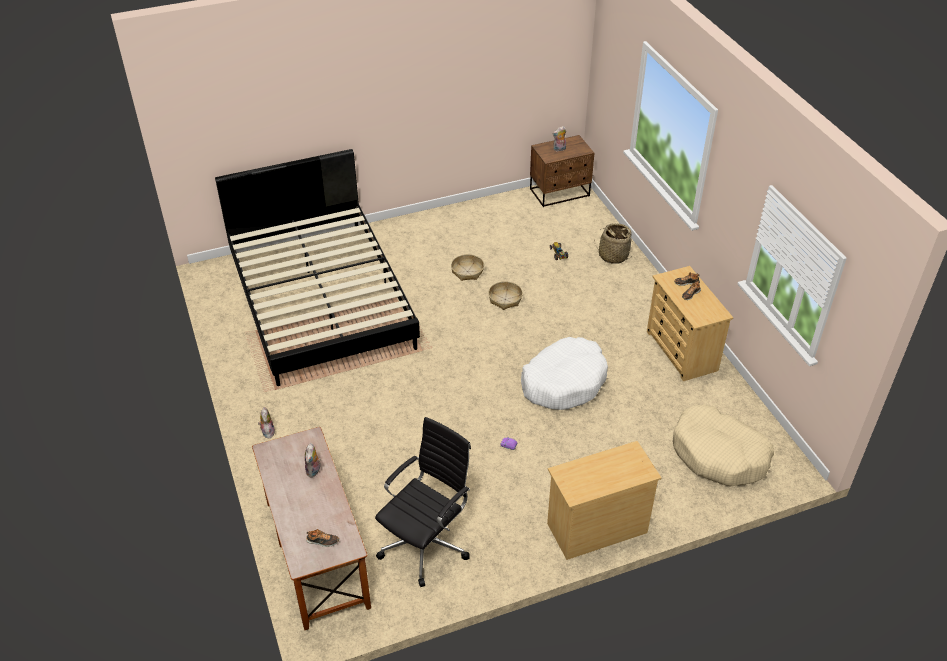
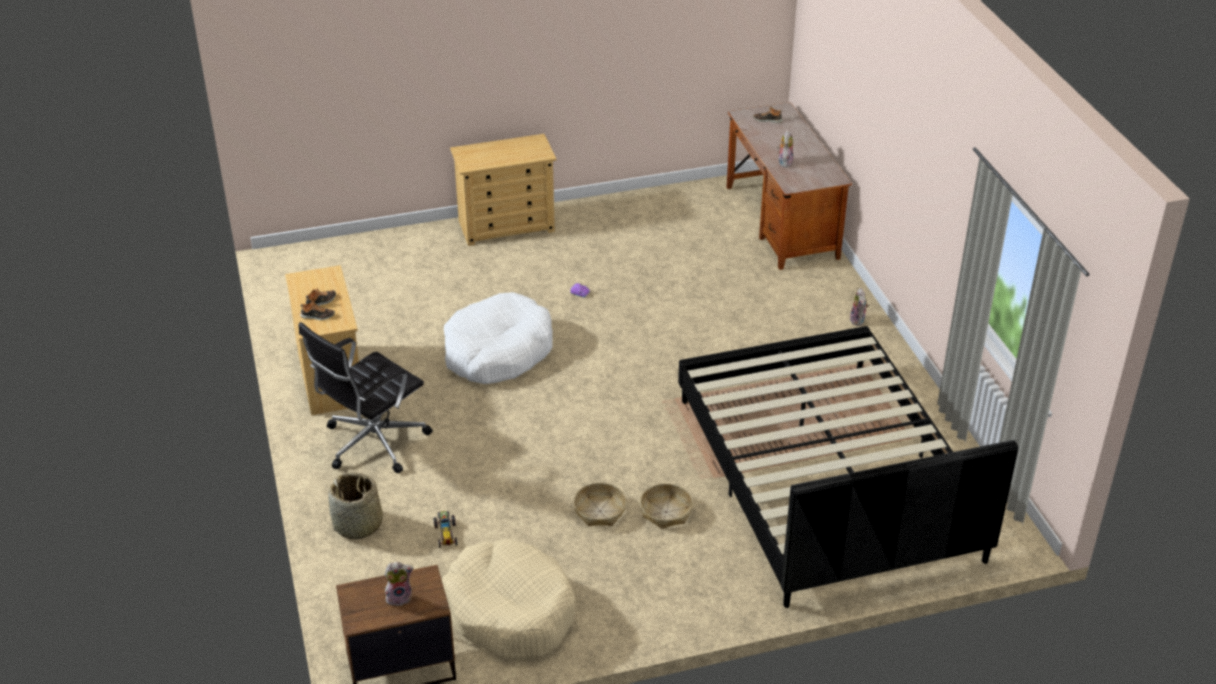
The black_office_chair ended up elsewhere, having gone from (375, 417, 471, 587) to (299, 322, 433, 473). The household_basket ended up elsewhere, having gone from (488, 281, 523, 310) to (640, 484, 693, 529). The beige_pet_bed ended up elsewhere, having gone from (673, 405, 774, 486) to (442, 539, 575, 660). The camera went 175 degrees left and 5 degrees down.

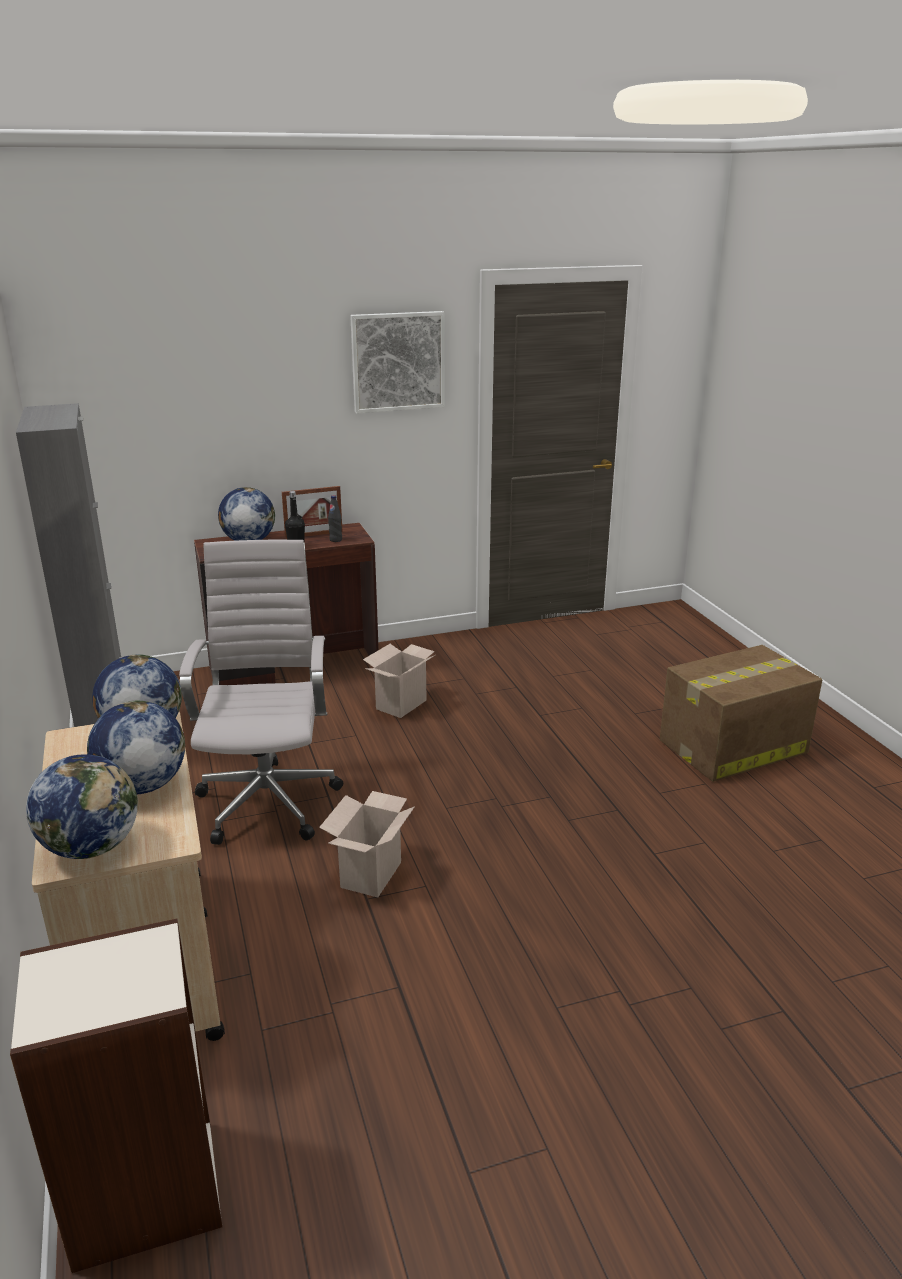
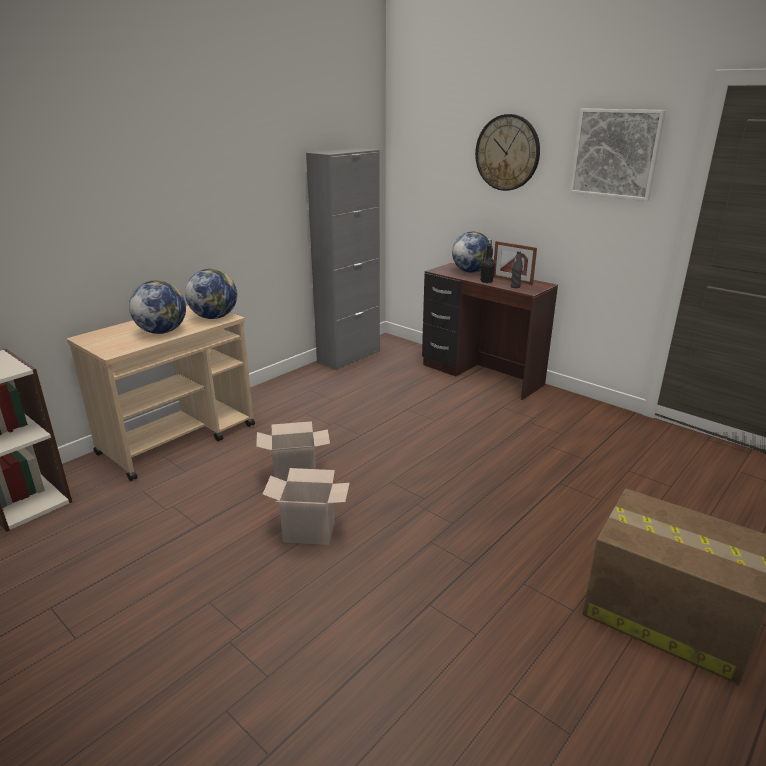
The second view lost the desk_globe at (26, 754, 138, 859). The second view lost the white_office_chair at (179, 540, 343, 845). The second view gained the hanging_clock at (475, 114, 540, 191). The cardboard_box ended up elsewhere, having gone from (363, 644, 435, 718) to (262, 468, 350, 545). The camera went 60 degrees right and 0 degrees up.

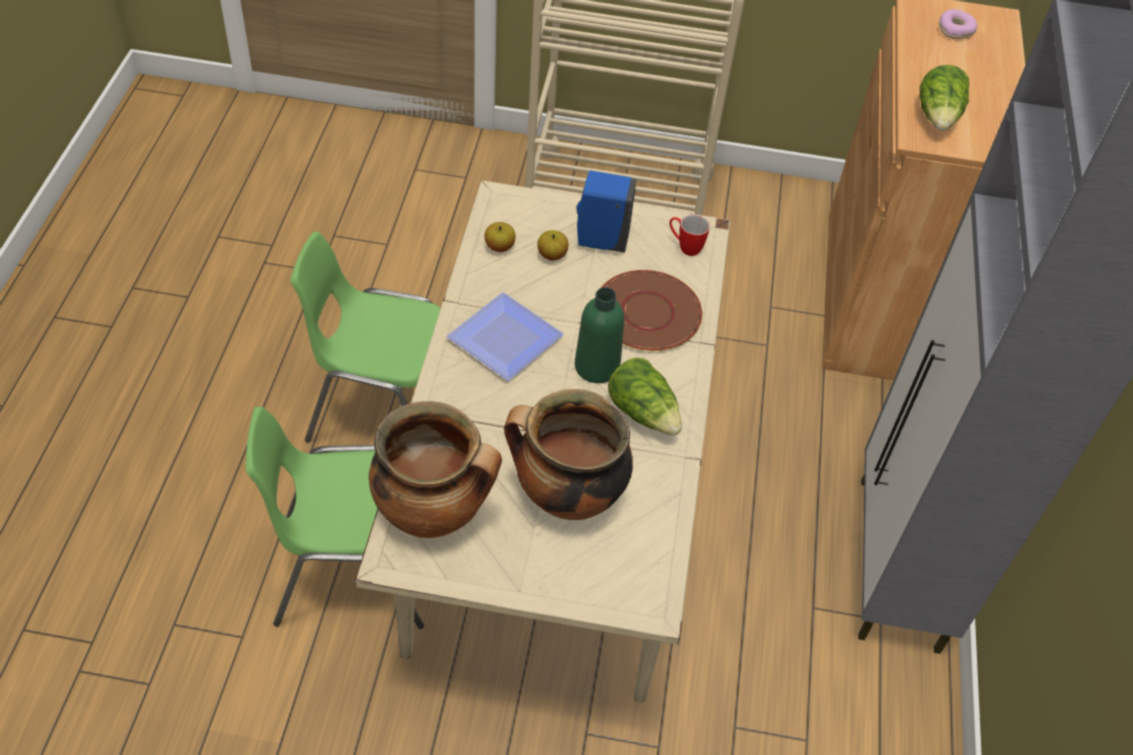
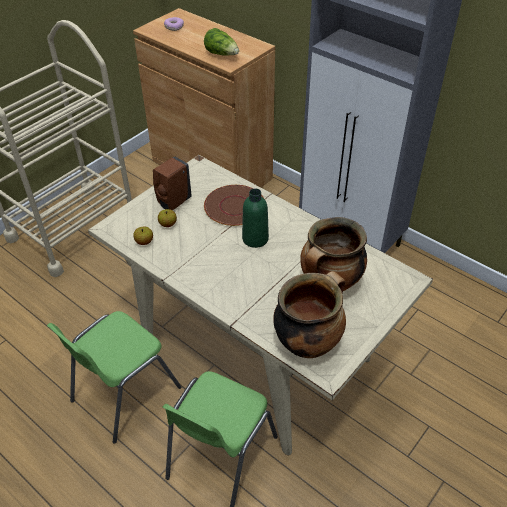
The second view lost the flat_dish at (447, 292, 564, 380). The second view lost the lettuce at (608, 358, 682, 436). The second view lost the mug at (669, 214, 710, 256). What was the blue-coloured_soap_bottle at (576, 170, 637, 253) turned into the brown_soap_bottle at (153, 156, 192, 210). The camera went 55 degrees left and 5 degrees down.

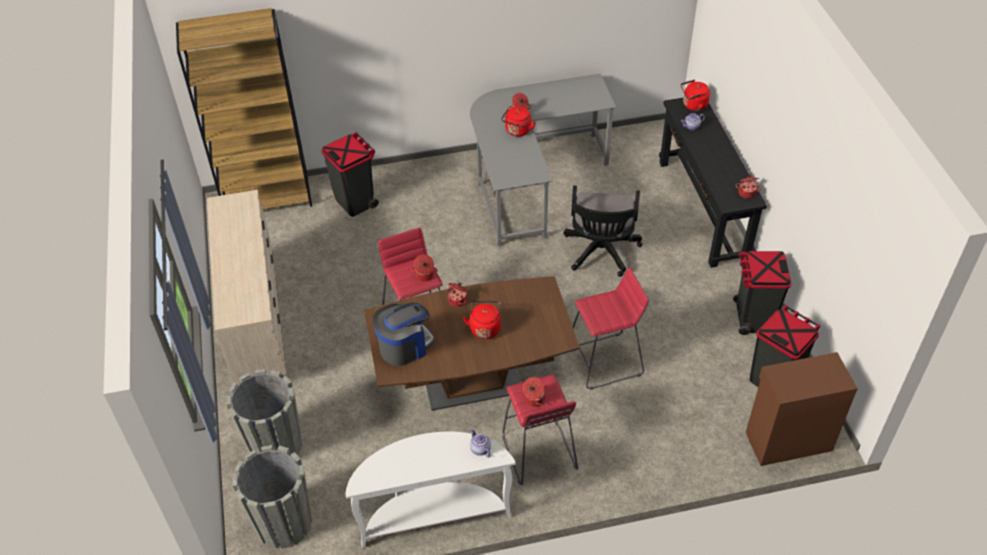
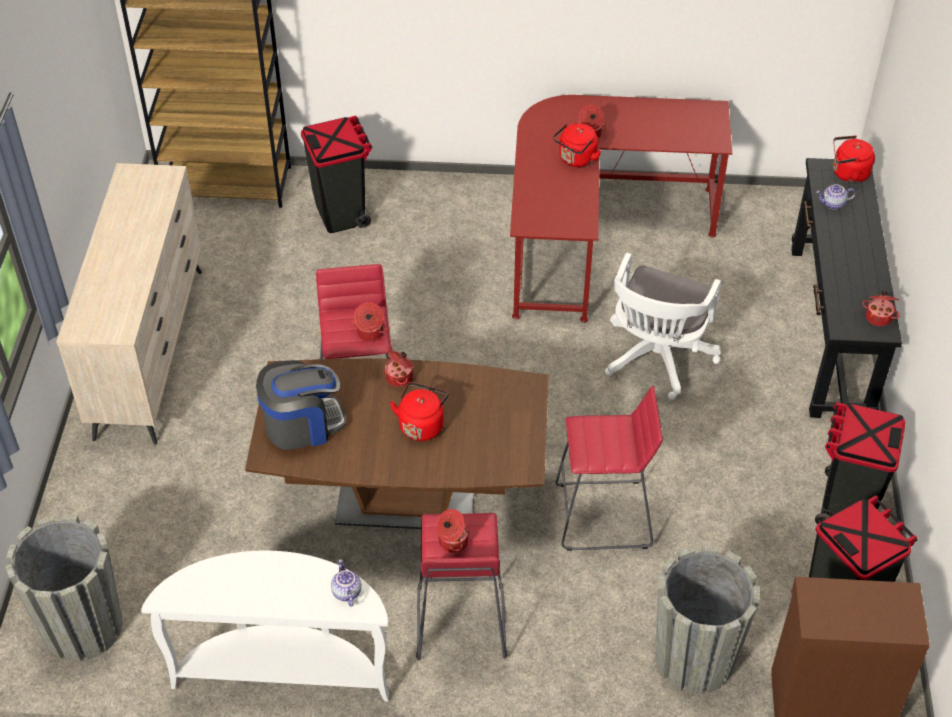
The grey_flower_pot ended up elsewhere, having gone from (226, 369, 302, 455) to (655, 545, 760, 694). What was the grey_desk_unit at (470, 74, 616, 247) turned into the red-coloured_desk_unit at (510, 95, 732, 323). What was the black_office_chair at (563, 186, 642, 277) turned into the white_office_chair at (605, 253, 721, 400). The camera went 15 degrees right and 0 degrees up.

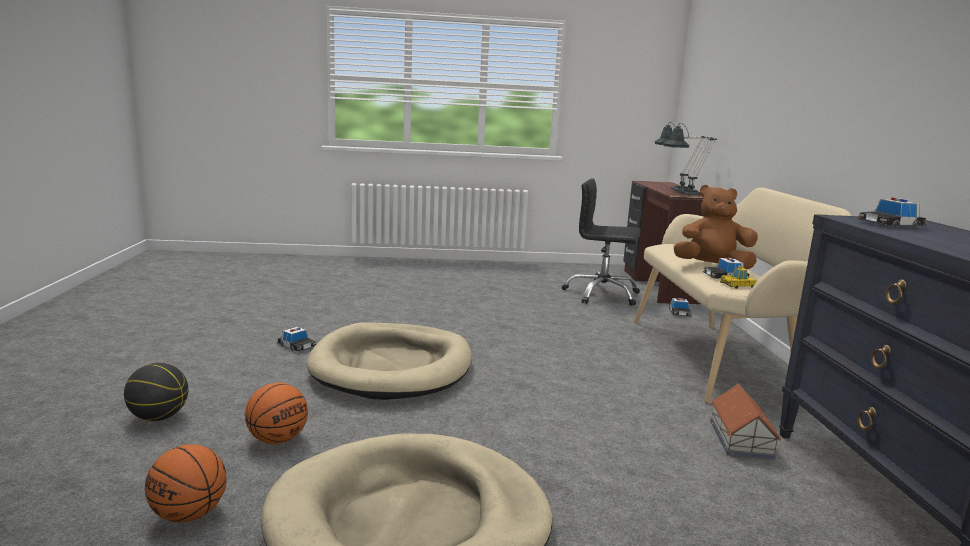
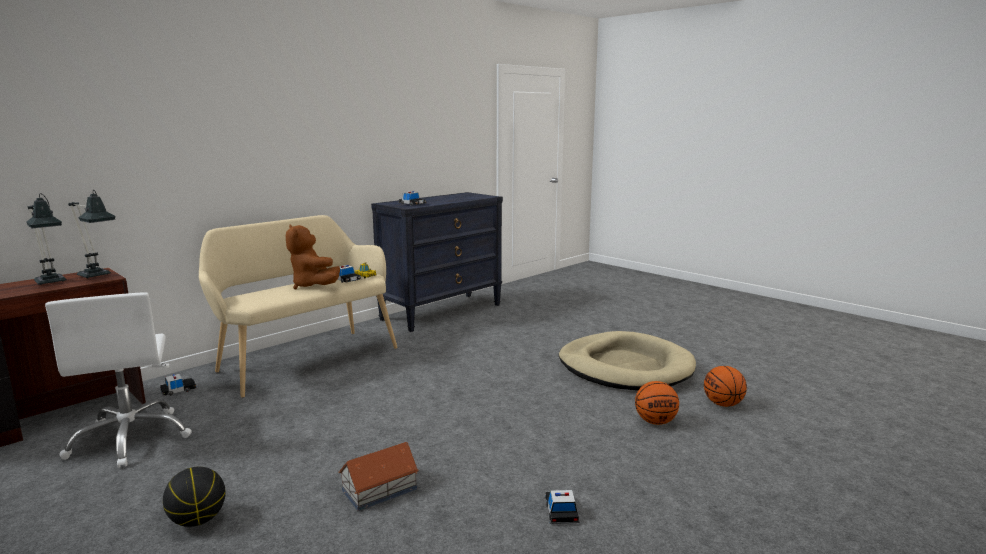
The second view lost the beige_pet_bed at (307, 322, 472, 400). The basketball ended up elsewhere, having gone from (124, 363, 188, 421) to (163, 467, 226, 527). The toy_house ended up elsewhere, having gone from (710, 384, 781, 460) to (338, 442, 419, 511). What was the black_office_chair at (562, 178, 641, 306) turned into the white_office_chair at (45, 292, 192, 468). The camera went 130 degrees left and 0 degrees up.

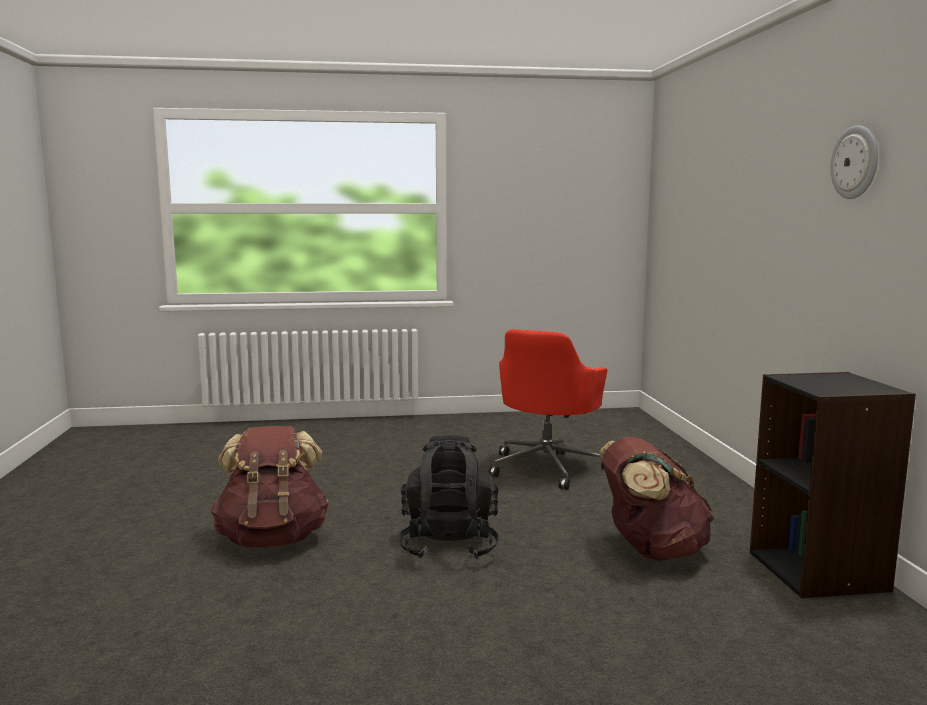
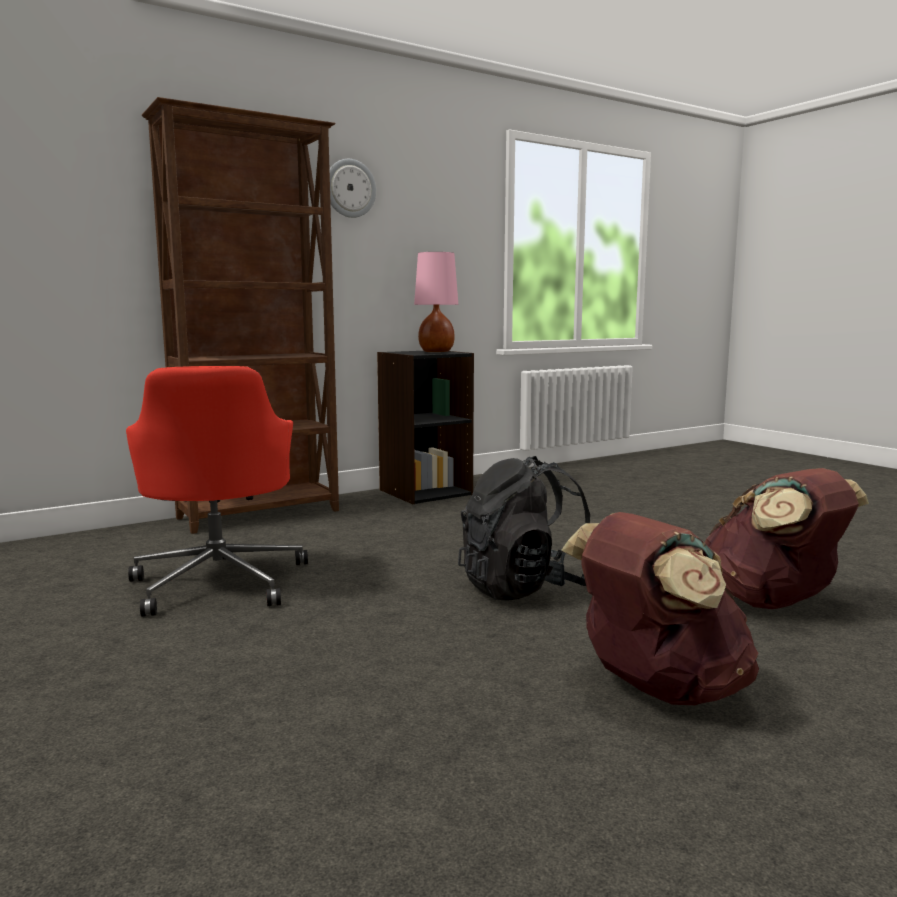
The second view gained the brown_bookshelf at (142, 97, 339, 534). The second view gained the pinkish_lamp_for_a_table at (414, 252, 458, 352). The brown_knapsack ended up elsewhere, having gone from (599, 437, 714, 561) to (705, 468, 869, 609). The red-coloured_office_chair at (488, 329, 608, 490) ended up facing another way, 75 degrees clockwise from before. The camera went 115 degrees left and 0 degrees up.

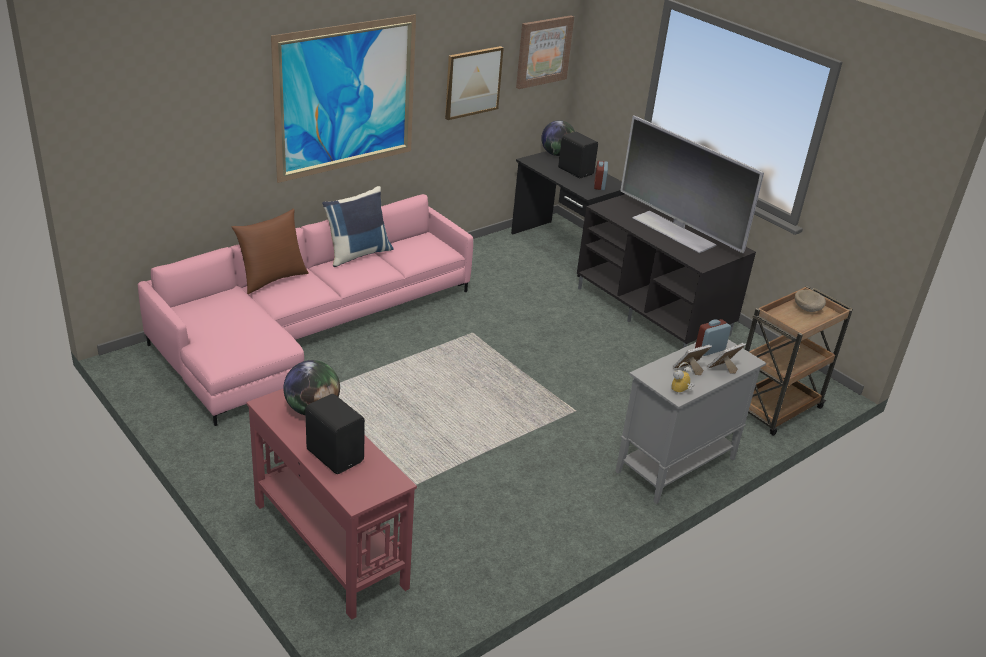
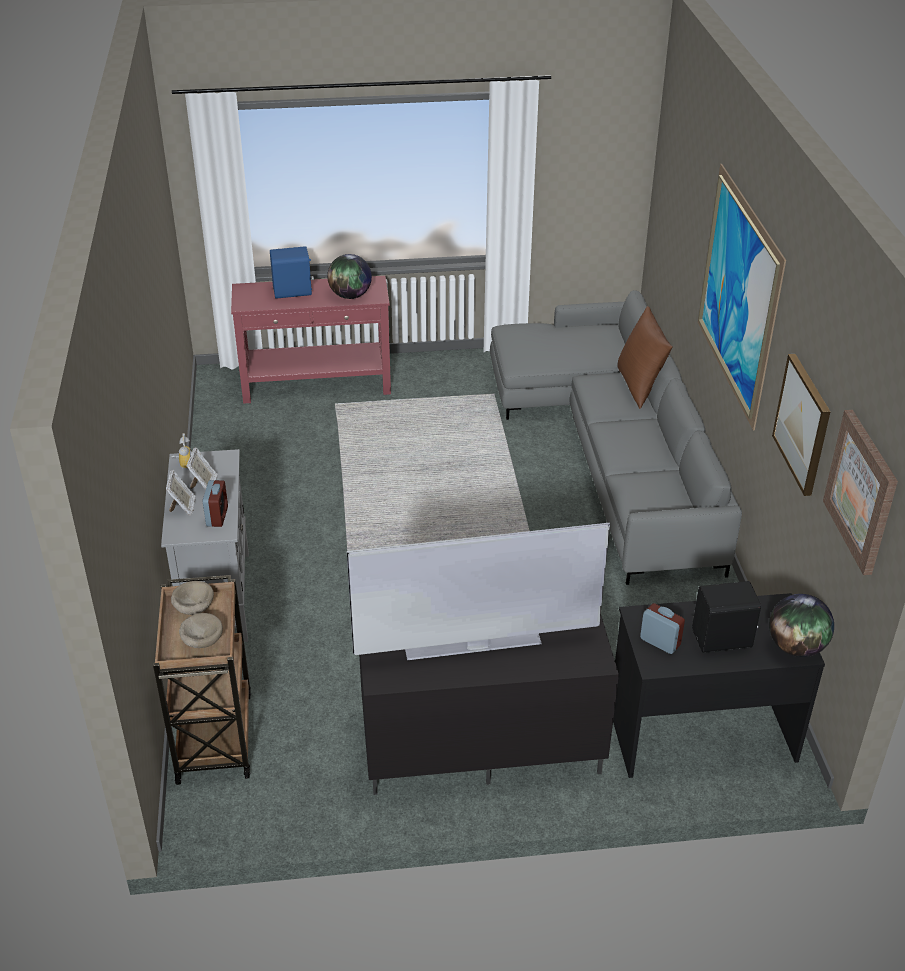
The second view lost the blue-coloured_cushion at (322, 186, 394, 267). The second view gained the beige_bowl at (171, 581, 214, 615). What was the pinkish_settee at (138, 194, 473, 426) turned into the grey_settee at (490, 290, 742, 585). What was the black_speaker at (305, 394, 365, 474) turned into the blue-coloured_speaker at (270, 246, 314, 299). The camera went 125 degrees right and 5 degrees up.

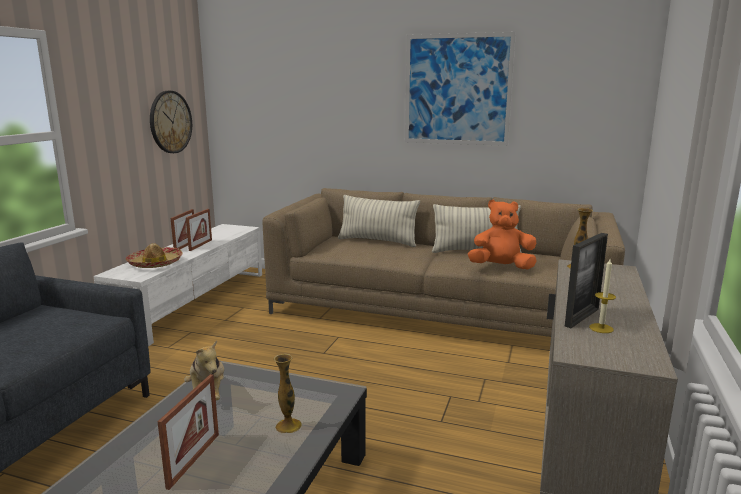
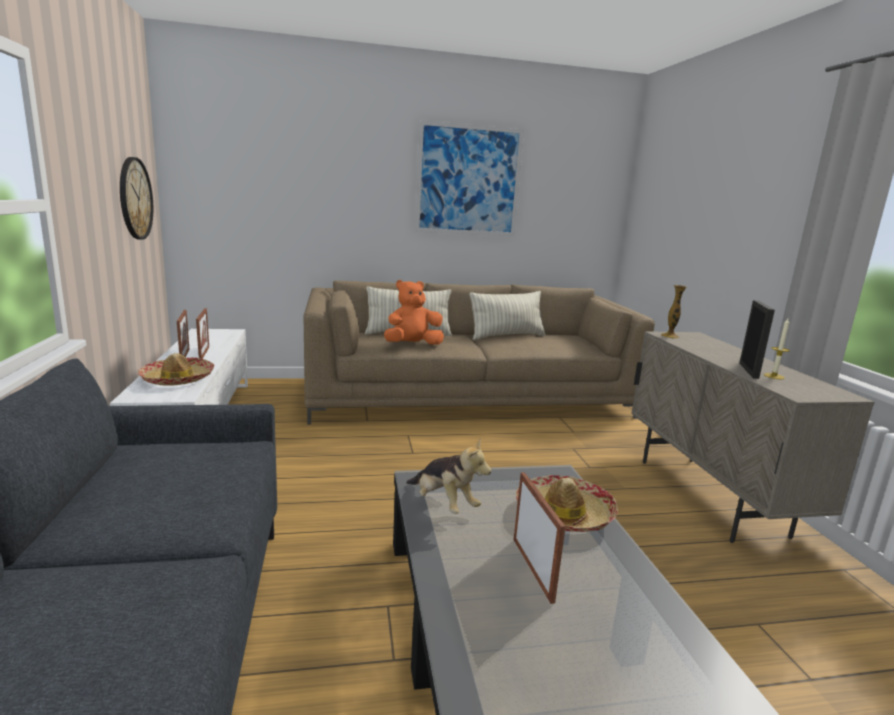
The orangey_soft_toy ended up elsewhere, having gone from (468, 200, 537, 270) to (384, 280, 444, 345). Where the flower_vase stood at (274, 354, 302, 433), the wearable_hat came to stand at (516, 475, 618, 532). The camera went 30 degrees left and 0 degrees up.

